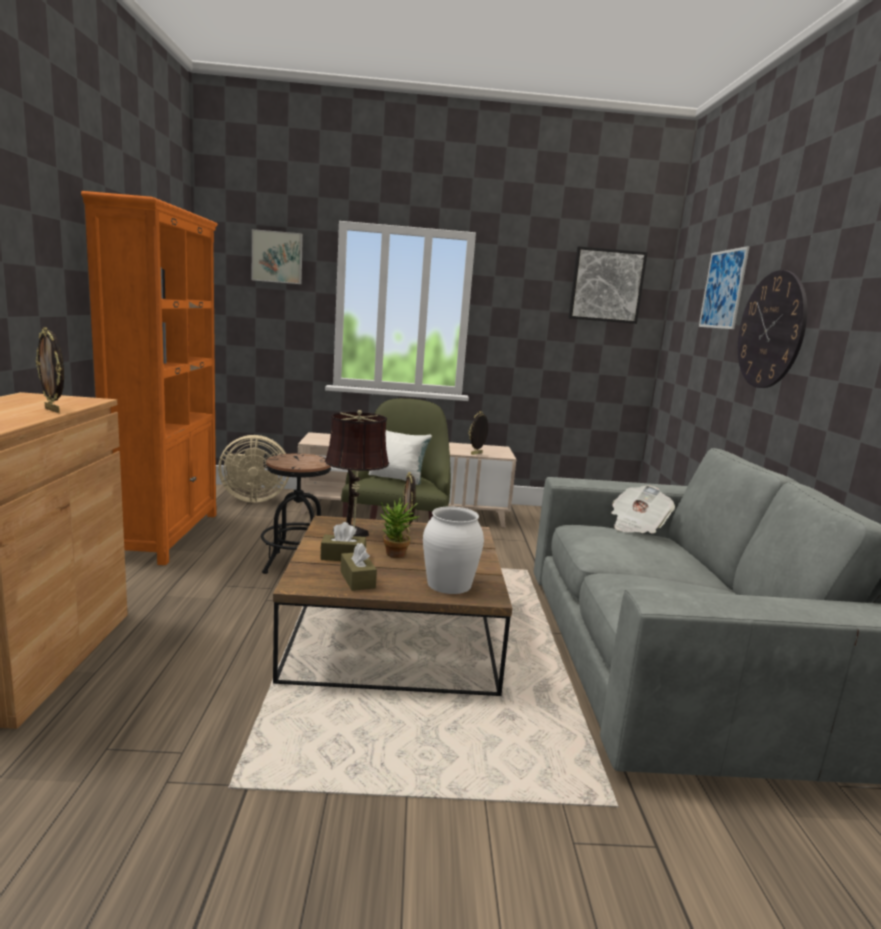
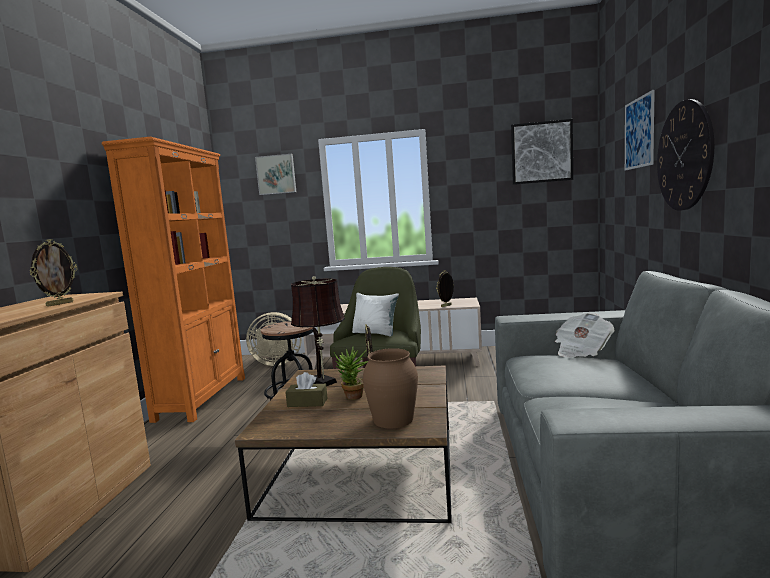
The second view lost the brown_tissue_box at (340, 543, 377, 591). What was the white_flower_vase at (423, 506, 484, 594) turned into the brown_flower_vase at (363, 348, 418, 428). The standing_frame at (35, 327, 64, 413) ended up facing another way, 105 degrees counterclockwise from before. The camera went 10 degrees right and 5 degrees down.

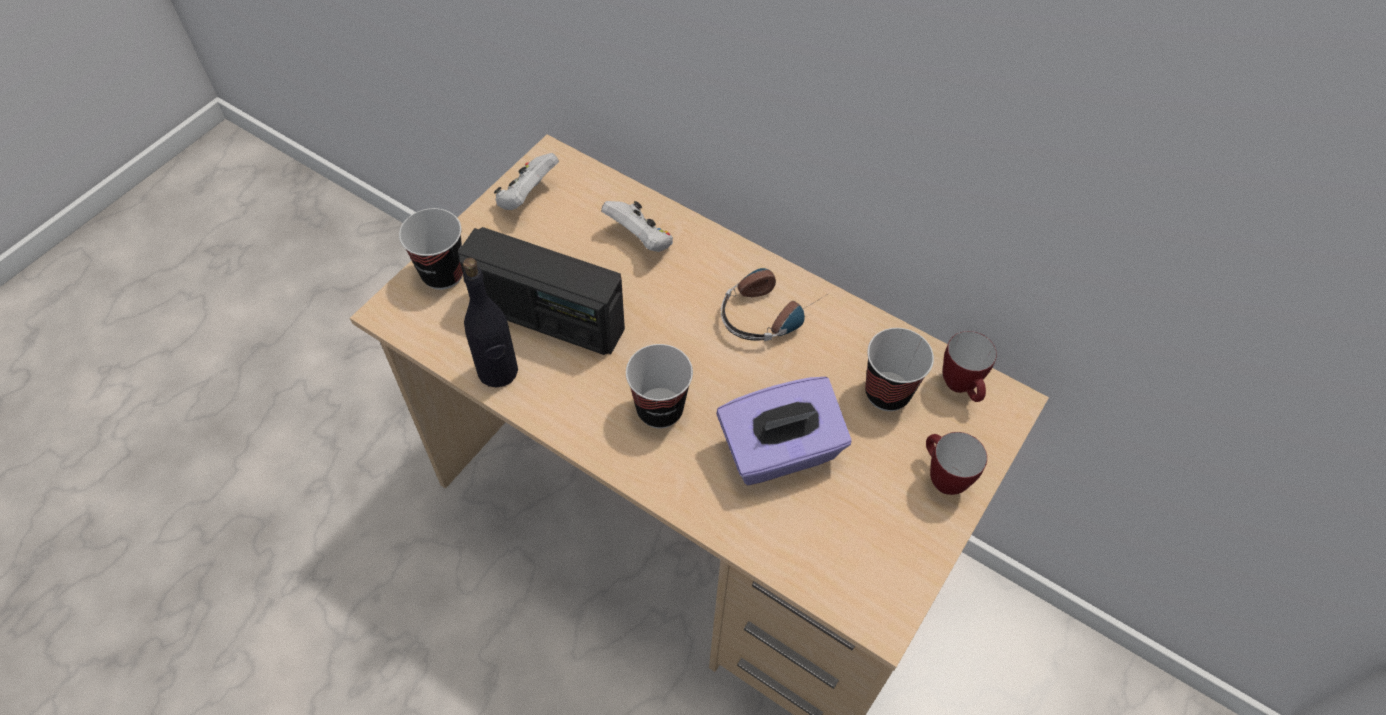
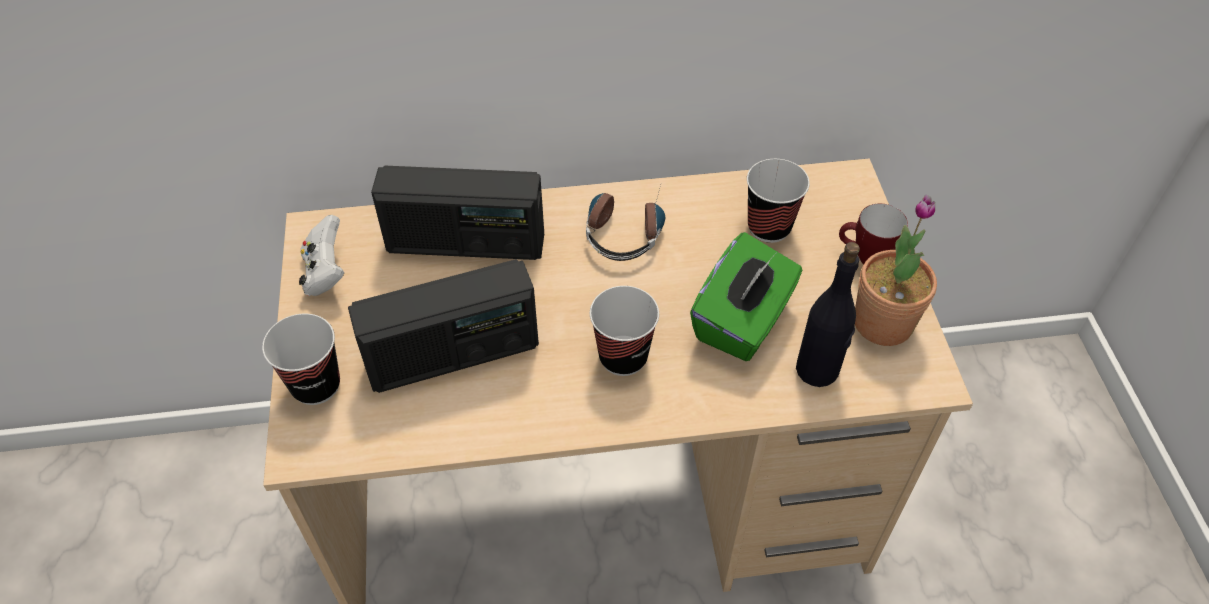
The second view lost the mug at (943, 331, 997, 402). The second view gained the plant_in_a_pot at (855, 195, 937, 346). The black_bottle ended up elsewhere, having gone from (463, 258, 518, 388) to (796, 242, 860, 387). Where the white_joypad stood at (601, 201, 673, 252), the radio_set came to stand at (371, 166, 544, 260). What was the purple-coloured_tissue_box at (716, 377, 851, 485) turned into the green_tissue_box at (690, 232, 802, 361). The camera went 40 degrees left and 5 degrees down.

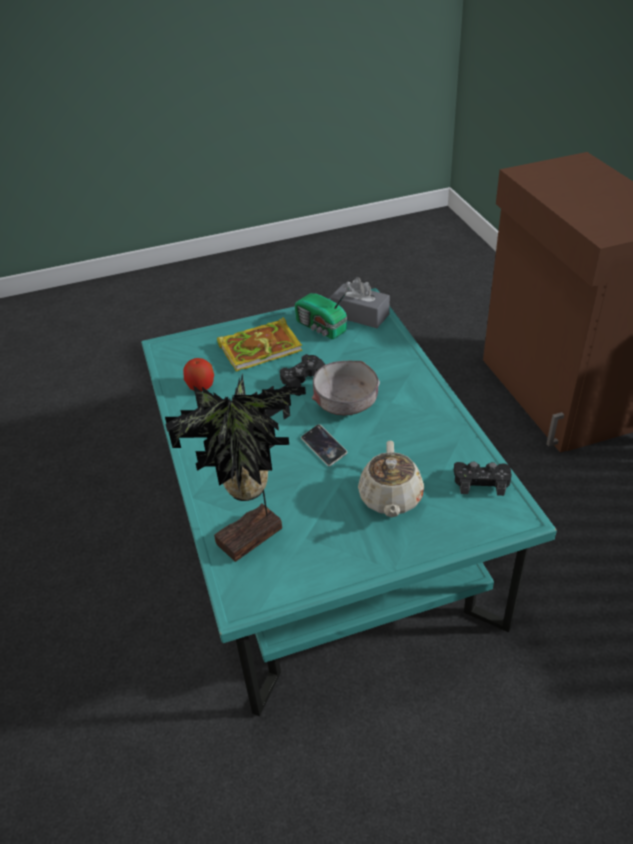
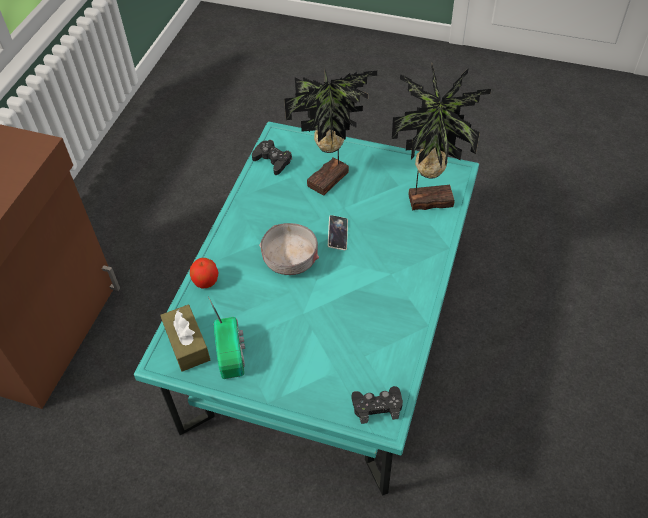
The second view lost the bound_book at (217, 317, 303, 371). The apple ended up elsewhere, having gone from (183, 358, 214, 392) to (190, 258, 219, 288). The black_joypad ended up elsewhere, having gone from (280, 354, 326, 396) to (352, 386, 403, 424). Where the beige_pot_for_tea stood at (358, 441, 424, 517), the plant_in_a_pot came to stand at (284, 67, 377, 196). What was the grey_tissue_box at (330, 277, 390, 328) turned into the brown_tissue_box at (160, 304, 210, 372). The camera went 145 degrees left and 10 degrees up.

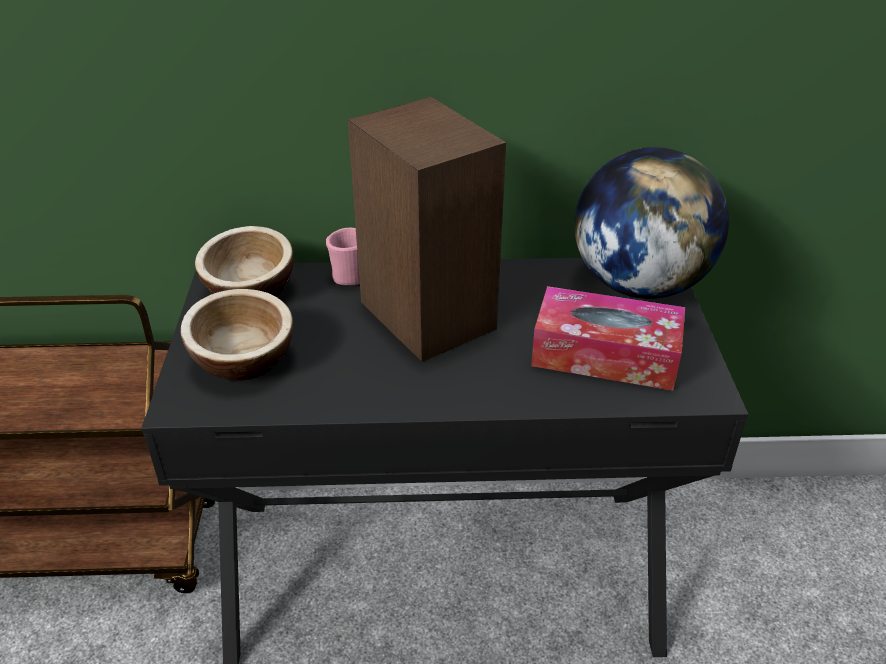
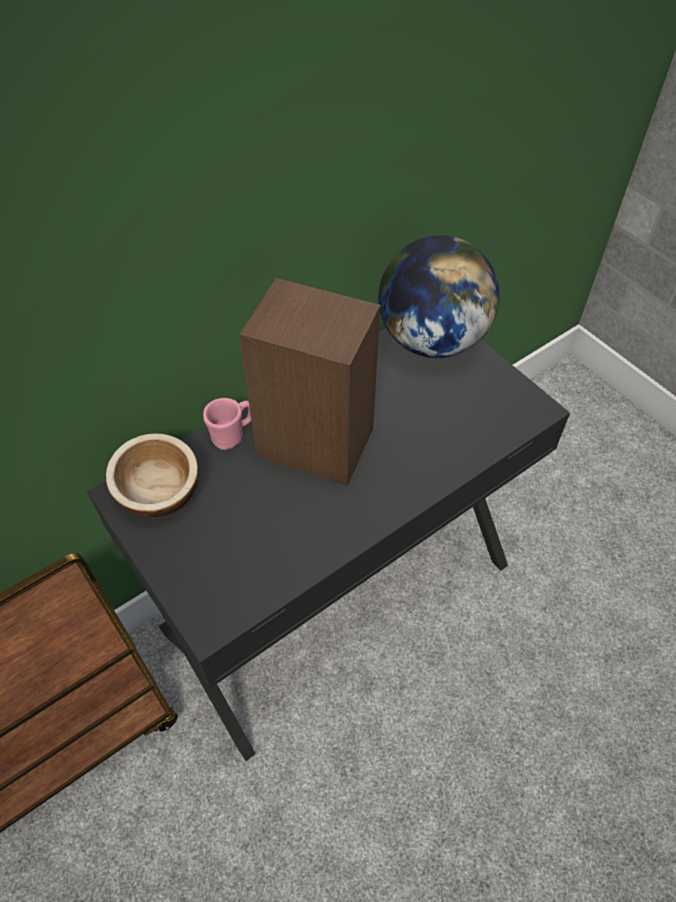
The second view lost the bowl at (181, 289, 293, 380). The second view lost the tissue_box at (531, 286, 685, 391). The camera went 35 degrees left and 15 degrees up.

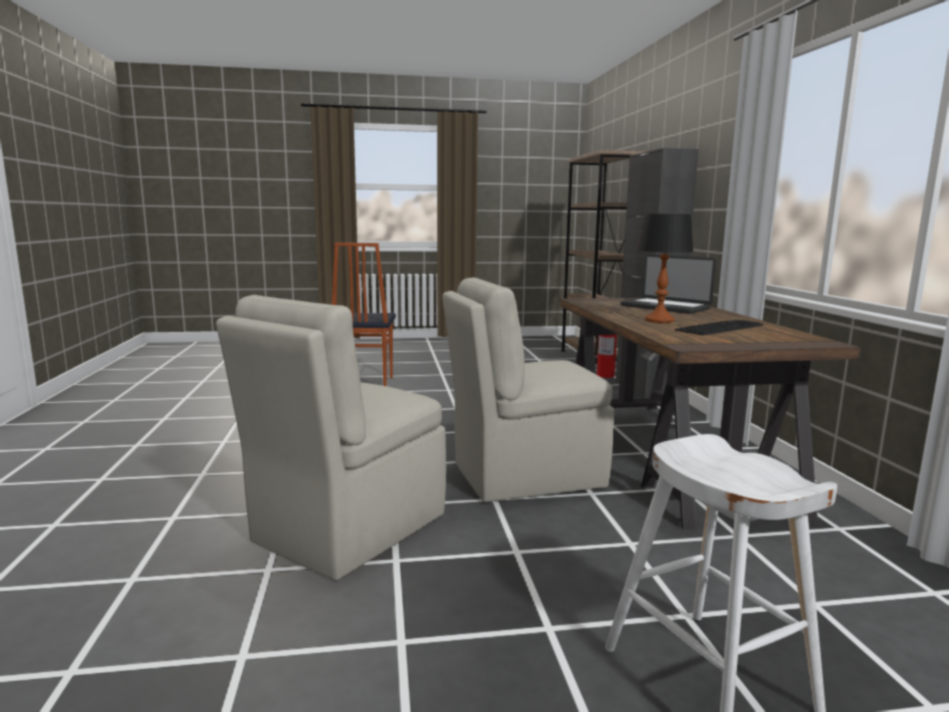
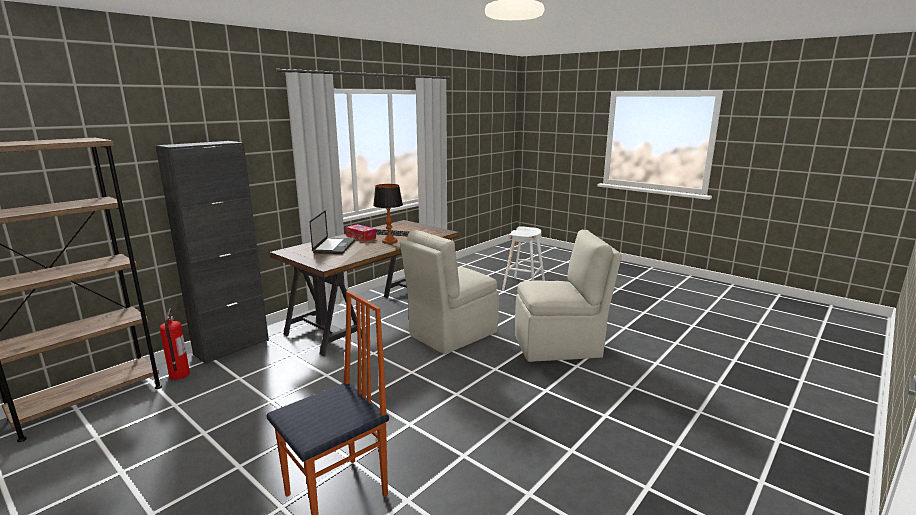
The second view gained the tissue_box at (346, 224, 376, 241). The beige_chair at (442, 277, 614, 502) ended up facing another way, 105 degrees clockwise from before. The camera went 130 degrees left and 5 degrees up.

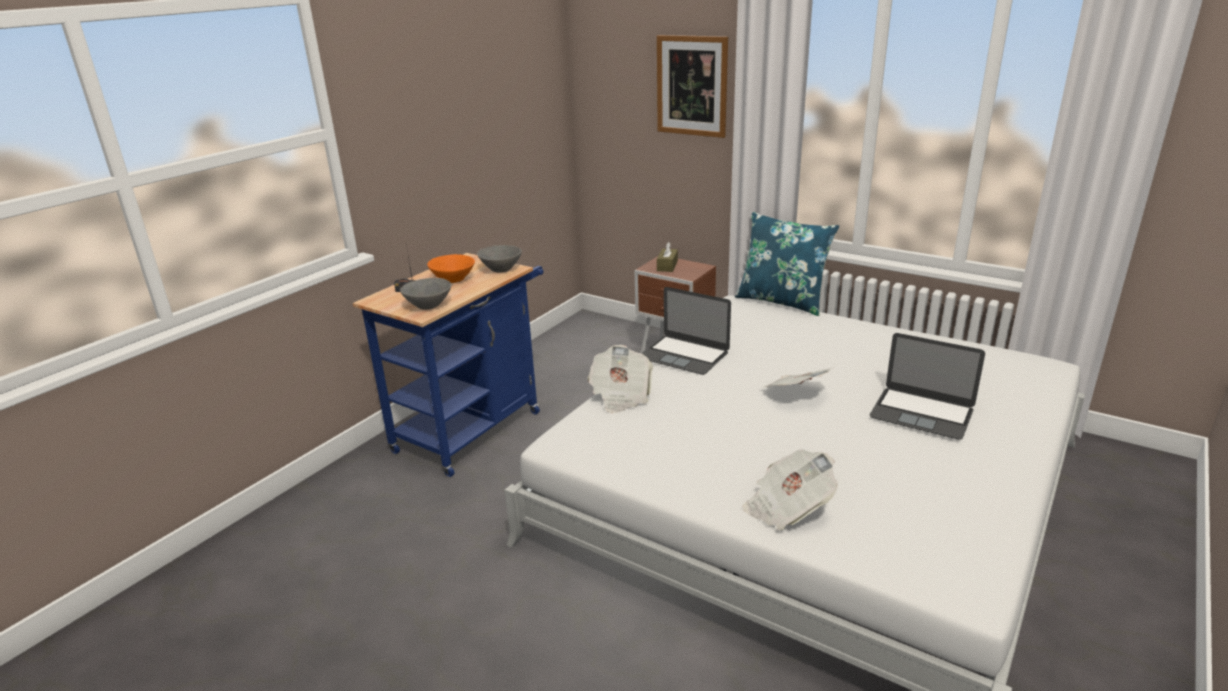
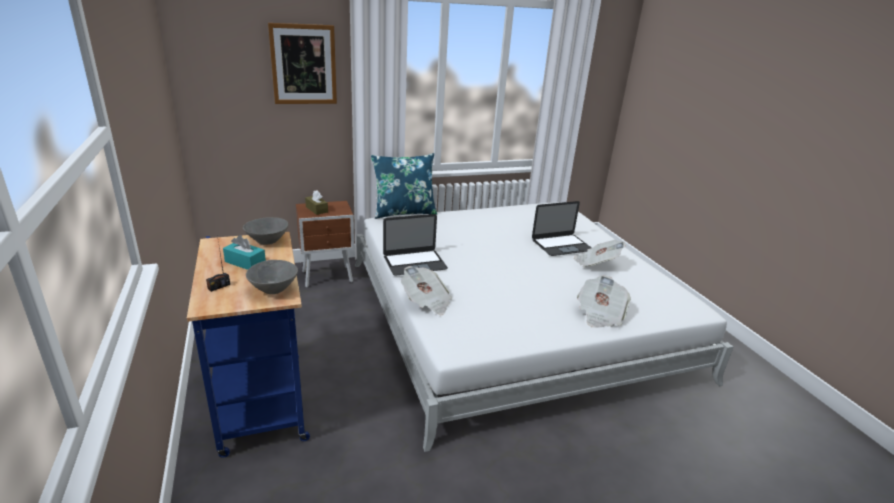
The printed_paper ended up elsewhere, having gone from (764, 368, 832, 387) to (574, 240, 626, 267). Where the orangey_bowl stood at (427, 254, 475, 283), the blue-green_tissue_box came to stand at (223, 235, 266, 270). The camera went 55 degrees left and 0 degrees up.

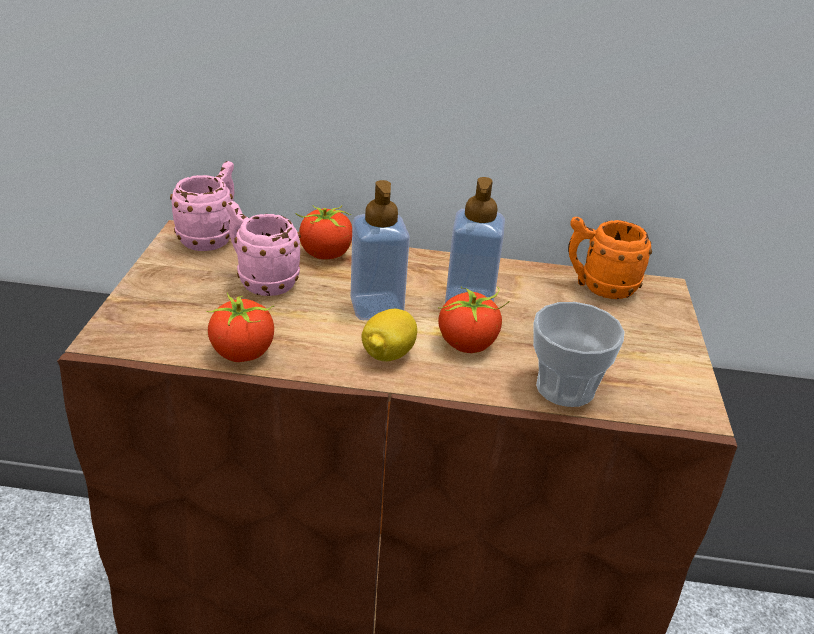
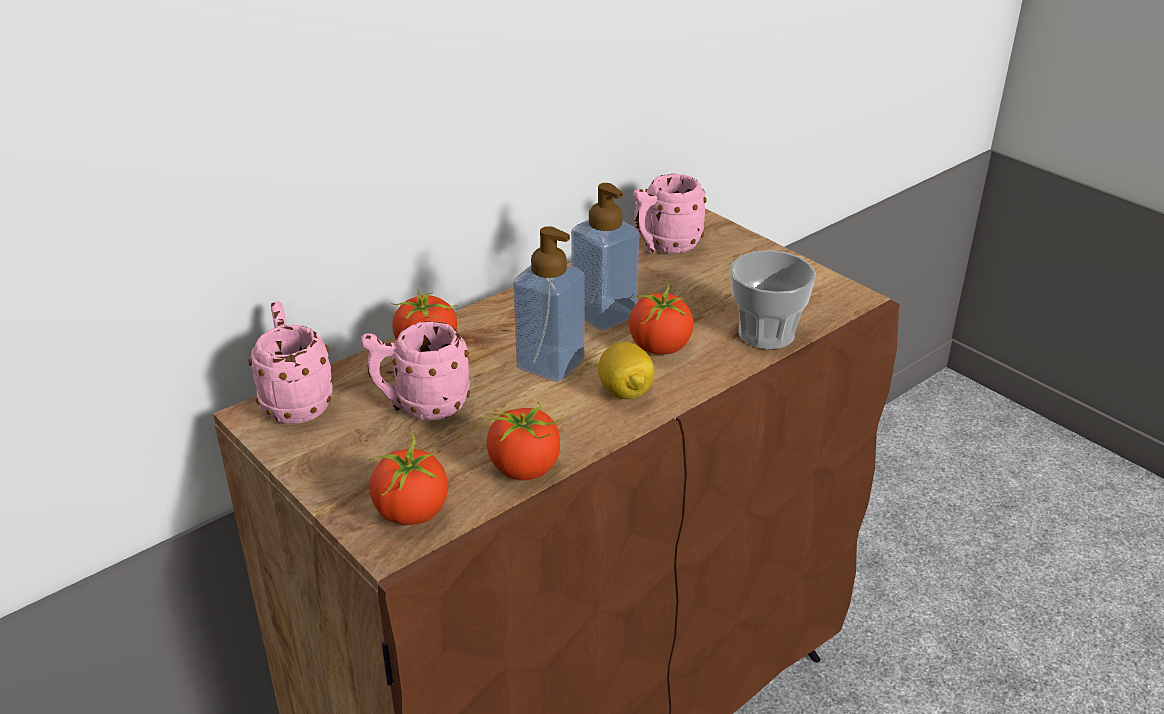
The second view gained the whole_tomato at (369, 431, 448, 525). What was the orangey_mug at (568, 217, 652, 299) turned into the pinkish_mug at (633, 174, 707, 254). The camera went 45 degrees left and 0 degrees up.

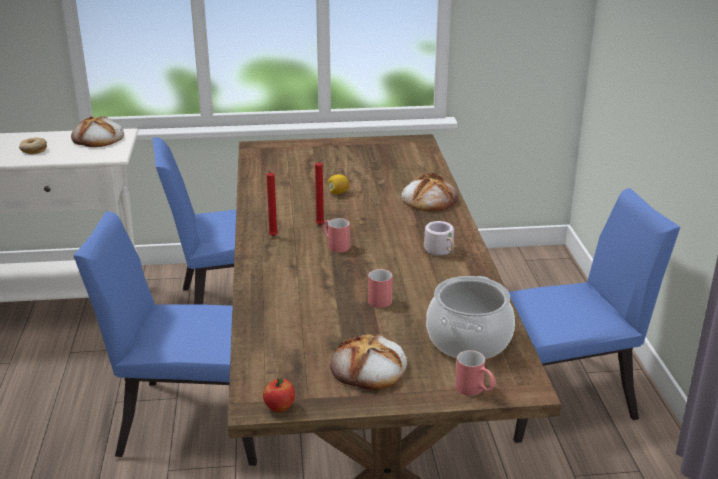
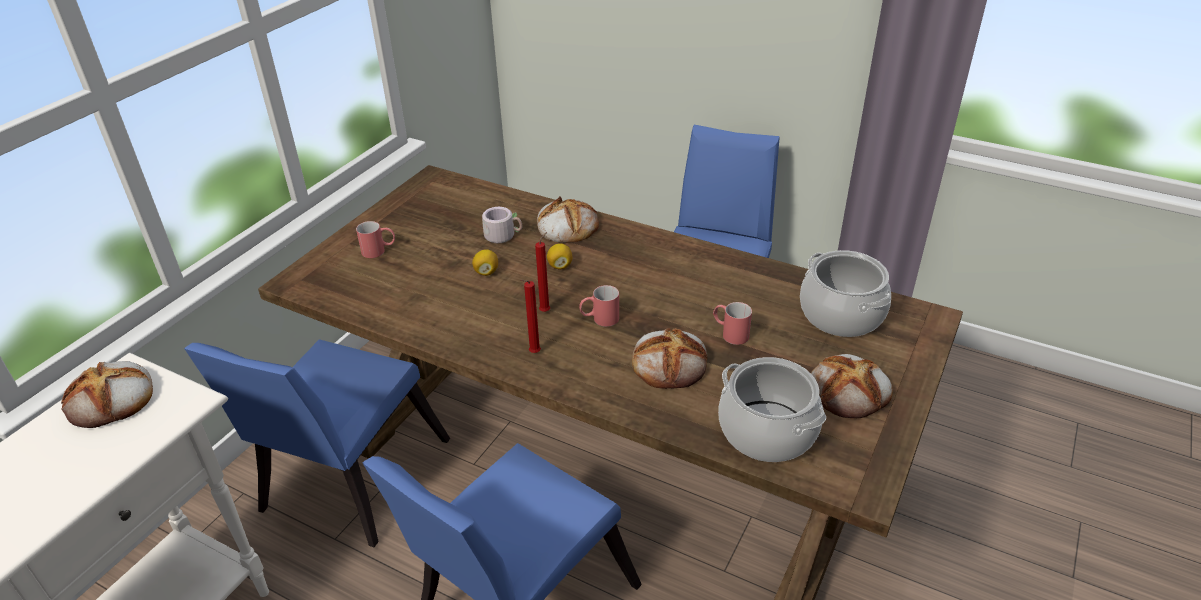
The second view lost the ring_doughnut at (19, 138, 47, 154). The second view lost the apple at (263, 378, 295, 413). The second view gained the whole_lemon at (547, 243, 572, 269). The second view gained the bakery_bread at (632, 328, 707, 389). The second view gained the stockpot at (718, 357, 826, 462). The grey_mug ended up elsewhere, having gone from (424, 221, 454, 256) to (482, 207, 522, 243). The red-coloured_mug ended up elsewhere, having gone from (455, 350, 496, 396) to (356, 221, 395, 258). The camera went 55 degrees left and 10 degrees up.

